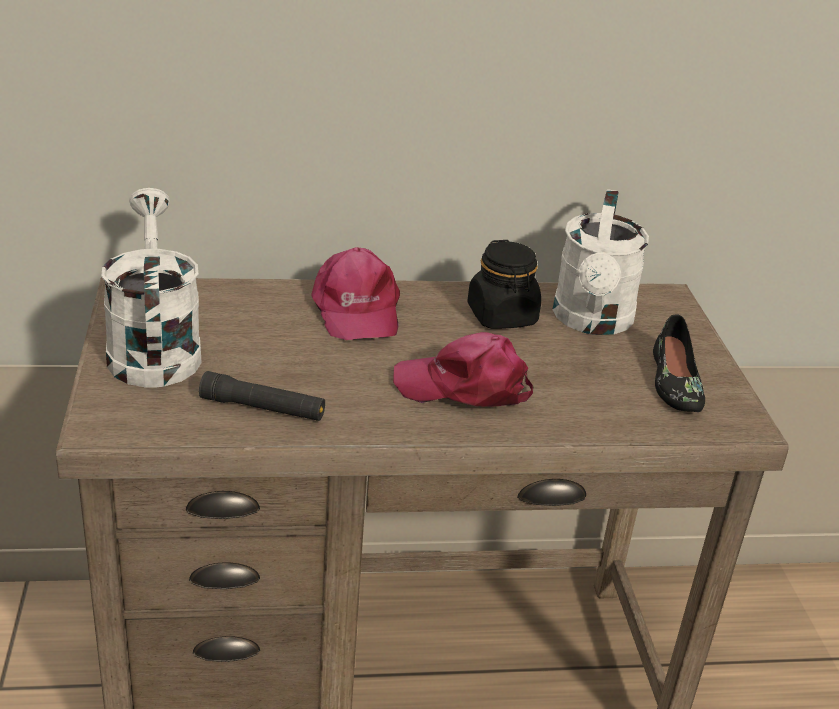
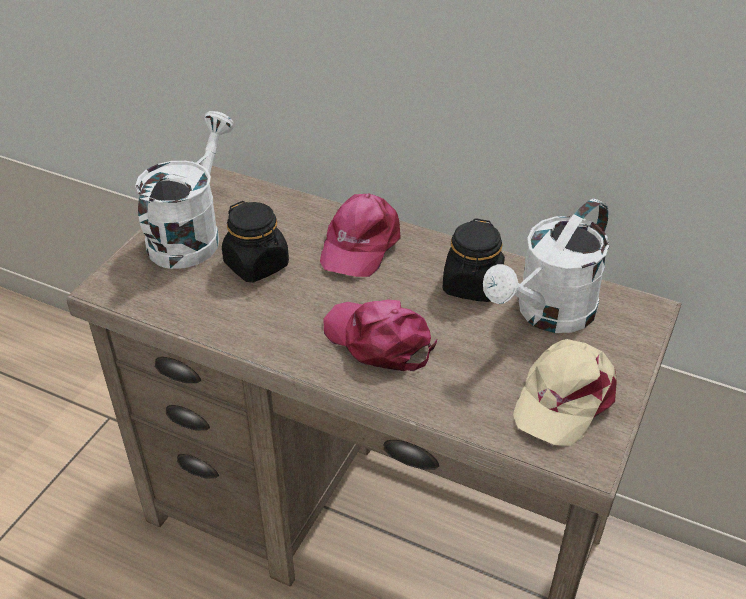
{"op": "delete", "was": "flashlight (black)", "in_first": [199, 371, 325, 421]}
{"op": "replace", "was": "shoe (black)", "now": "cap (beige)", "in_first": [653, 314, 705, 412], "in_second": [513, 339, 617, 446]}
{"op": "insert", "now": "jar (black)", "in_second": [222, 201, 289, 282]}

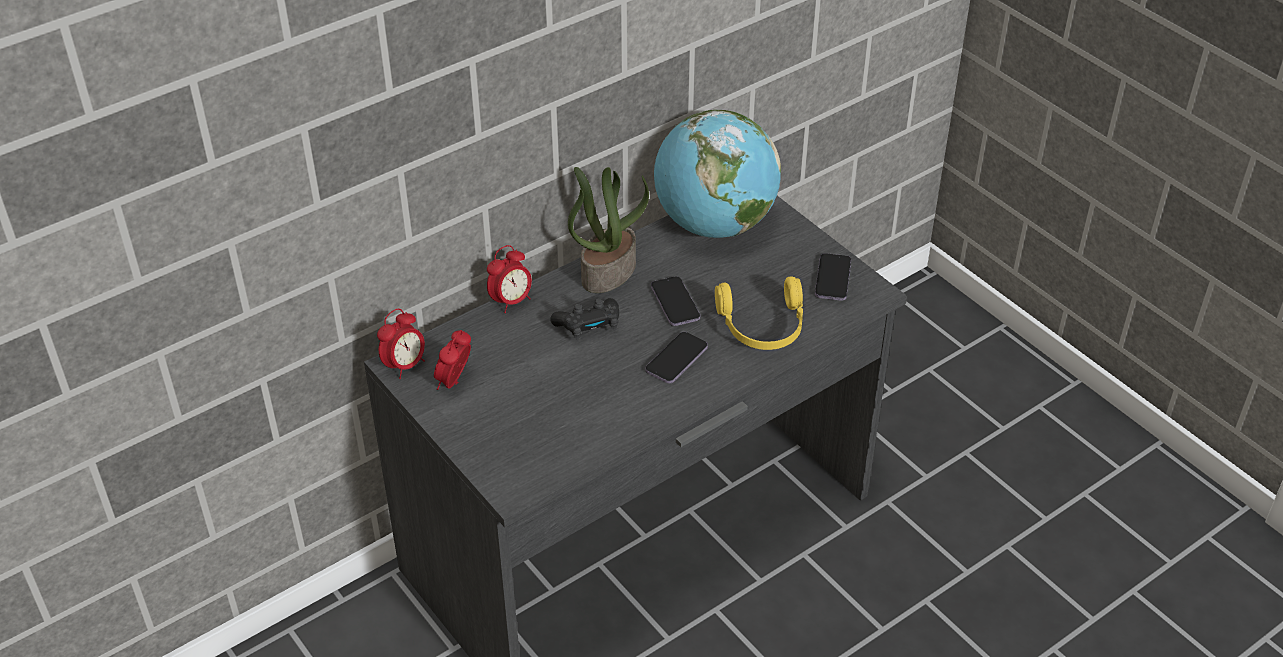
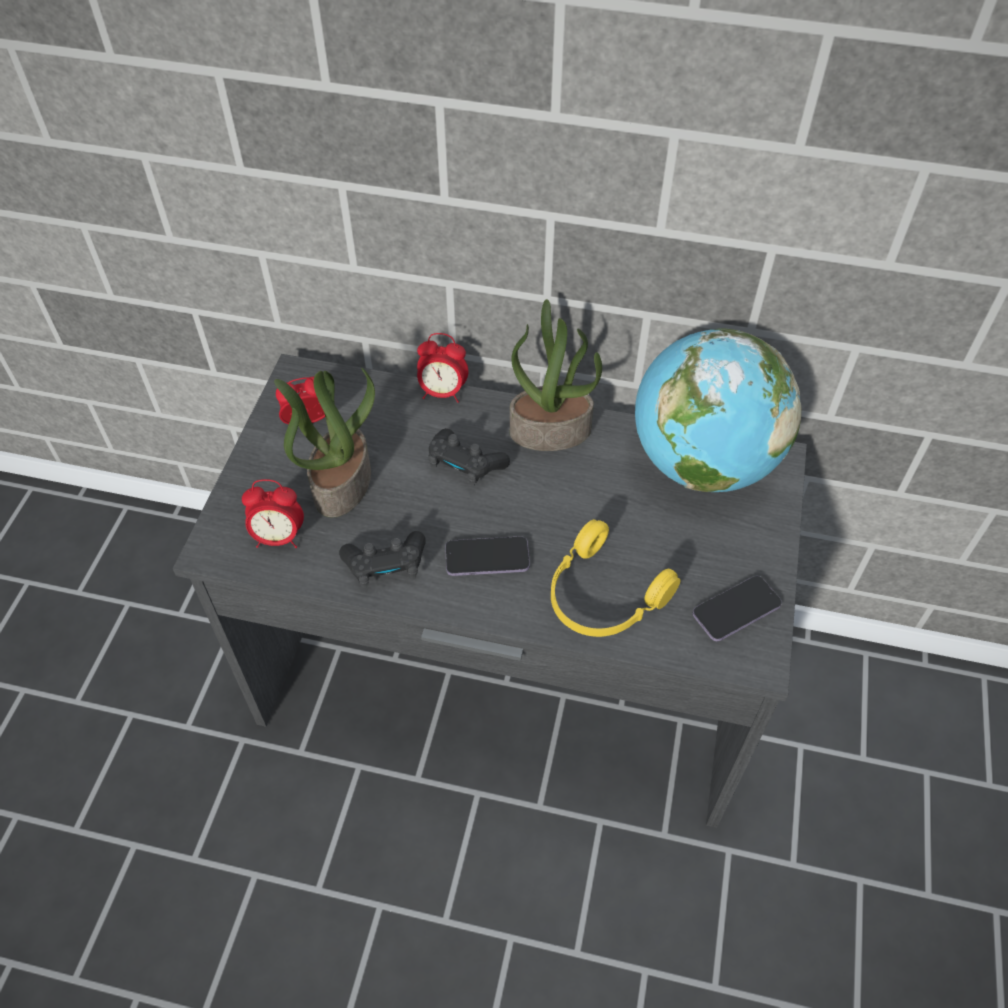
{"op": "move", "was": "alarm clock", "in_first": [377, 308, 425, 379], "in_second": [242, 479, 304, 548]}
{"op": "delete", "was": "phone", "in_first": [651, 276, 700, 326]}
{"op": "insert", "now": "potted plant", "in_second": [274, 368, 375, 518]}
{"op": "insert", "now": "game controller (black)", "in_second": [339, 531, 426, 589]}

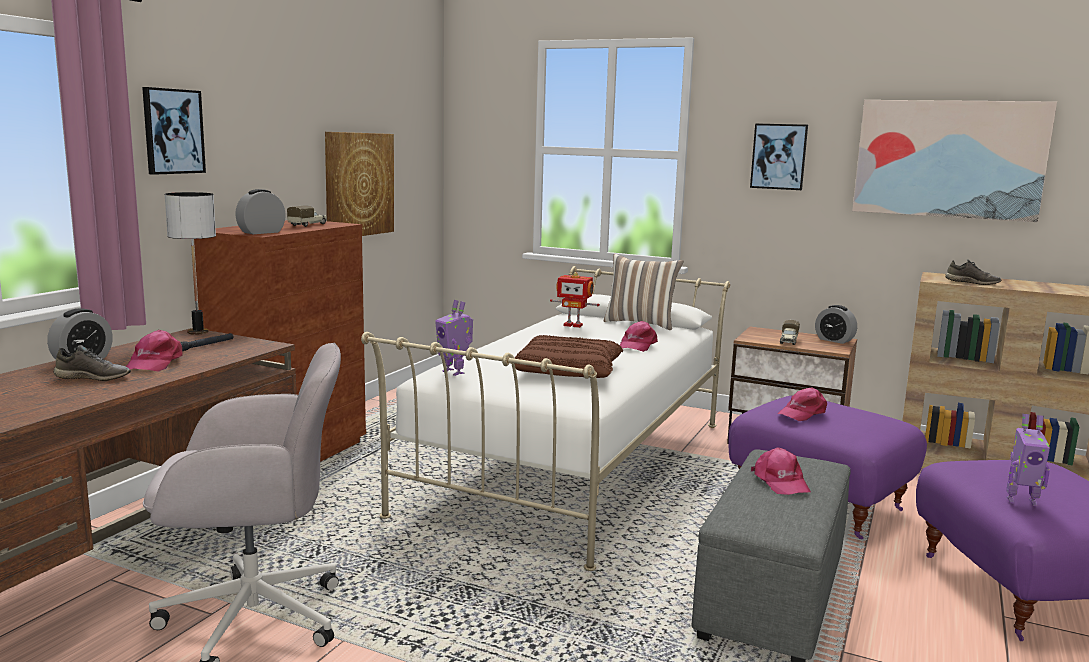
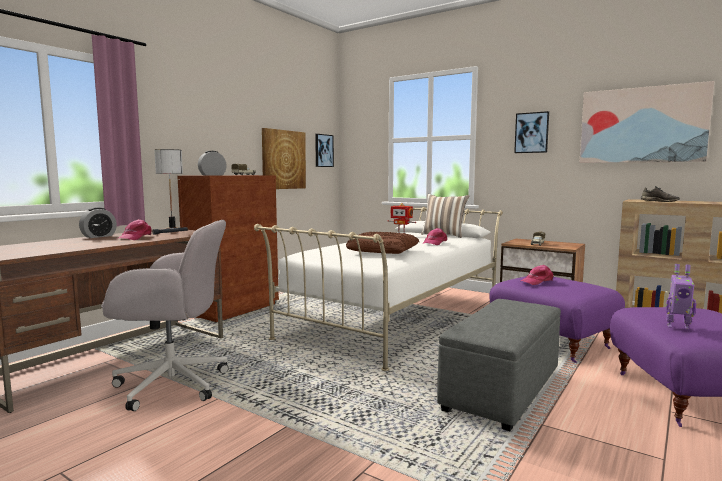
{"op": "delete", "was": "shoe (grey)", "in_first": [54, 345, 131, 381]}
{"op": "move", "was": "picture", "in_first": [142, 87, 206, 175], "in_second": [315, 134, 334, 167]}
{"op": "delete", "was": "toy robot", "in_first": [435, 300, 473, 376]}
{"op": "delete", "was": "cap (pink)", "in_first": [751, 447, 811, 495]}
{"op": "delete", "was": "alarm clock", "in_first": [815, 305, 857, 344]}

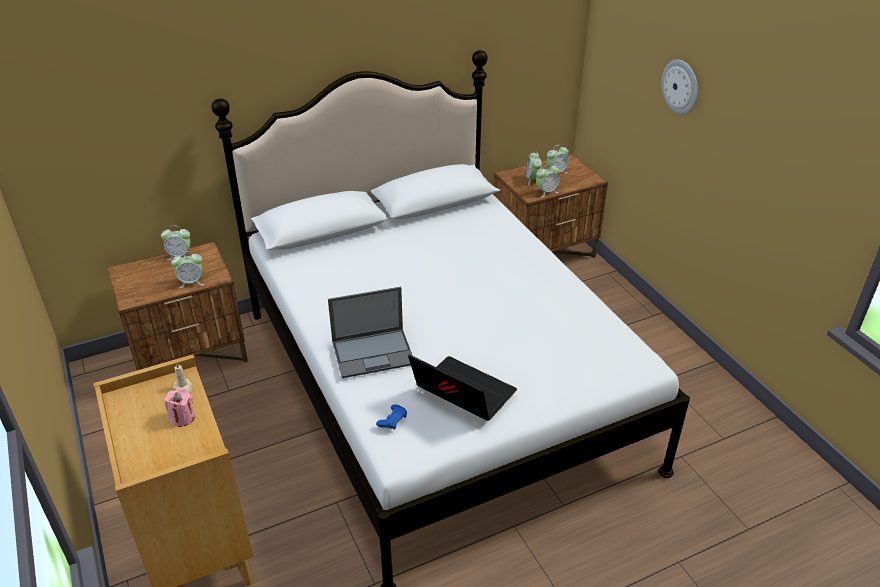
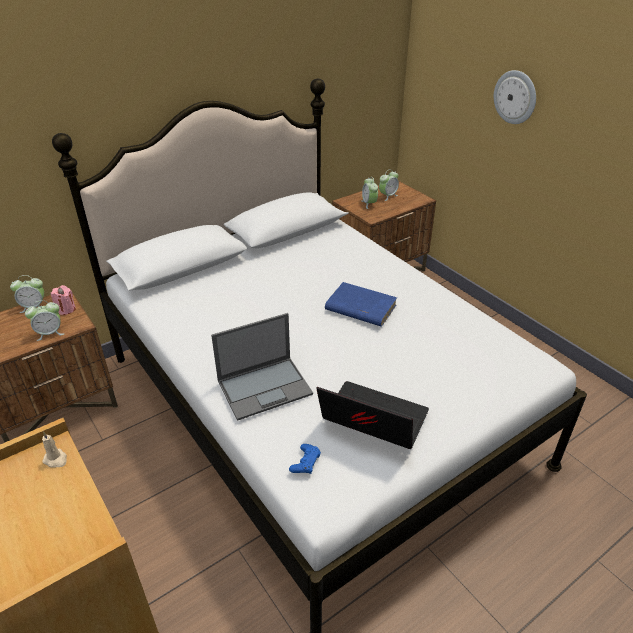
{"op": "move", "was": "candle (pink)", "in_first": [165, 388, 195, 427], "in_second": [51, 285, 76, 315]}
{"op": "delete", "was": "alarm clock", "in_first": [536, 164, 560, 198]}
{"op": "insert", "now": "book (blue)", "in_second": [325, 282, 397, 327]}

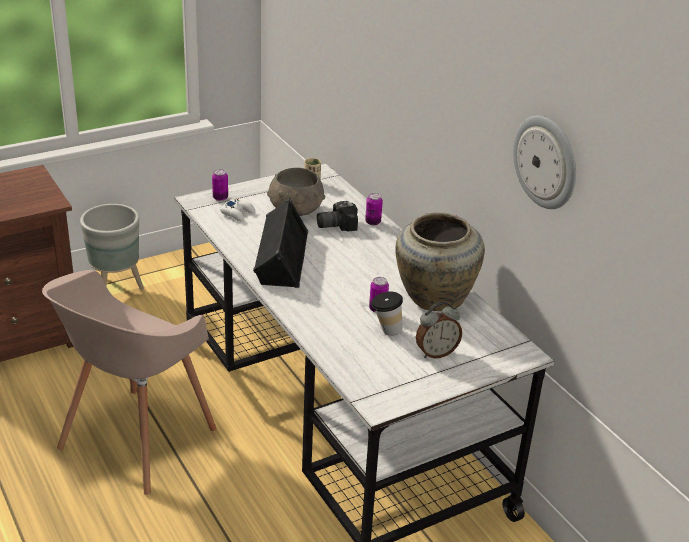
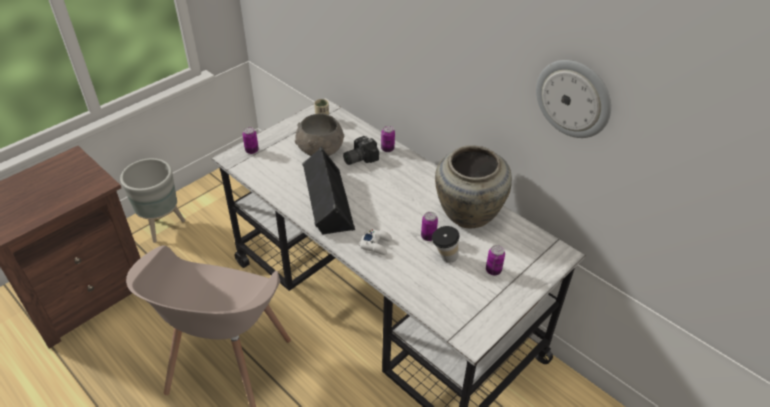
{"op": "move", "was": "game controller (white)", "in_first": [220, 199, 255, 222], "in_second": [359, 229, 392, 255]}
{"op": "replace", "was": "alarm clock", "now": "can", "in_first": [416, 302, 462, 359], "in_second": [486, 245, 505, 276]}

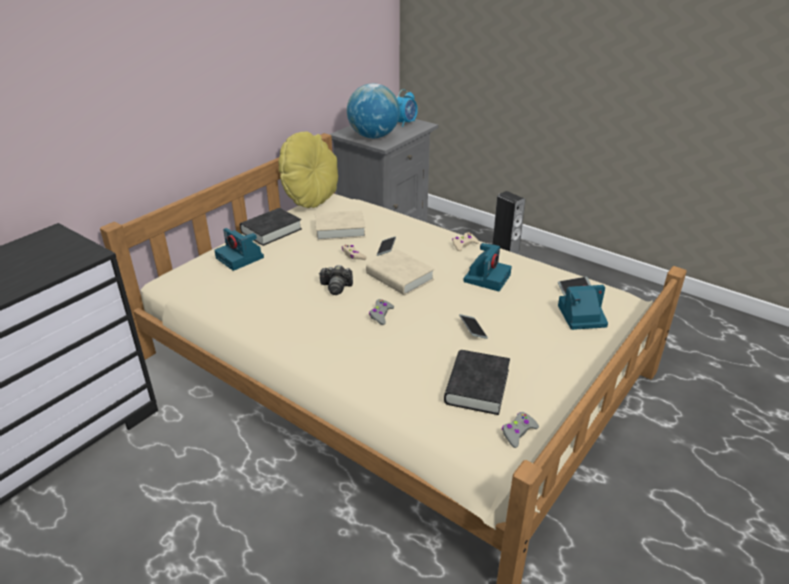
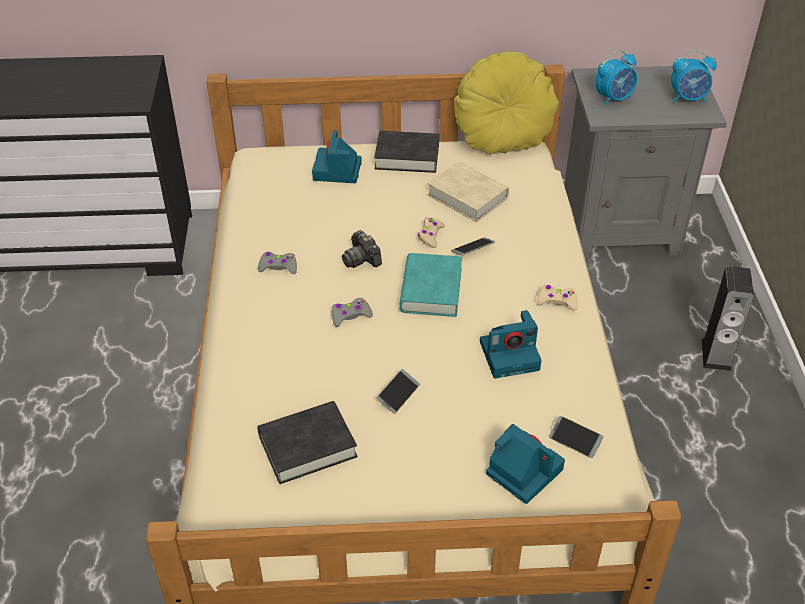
{"op": "replace", "was": "globe", "now": "alarm clock", "in_first": [347, 83, 400, 138], "in_second": [595, 50, 637, 106]}
{"op": "recolor", "was": "book (beige)", "now": "book (turquoise)", "in_first": [366, 249, 434, 295], "in_second": [399, 253, 462, 317]}
{"op": "move", "was": "game controller (grey)", "in_first": [502, 412, 539, 448], "in_second": [258, 252, 297, 274]}

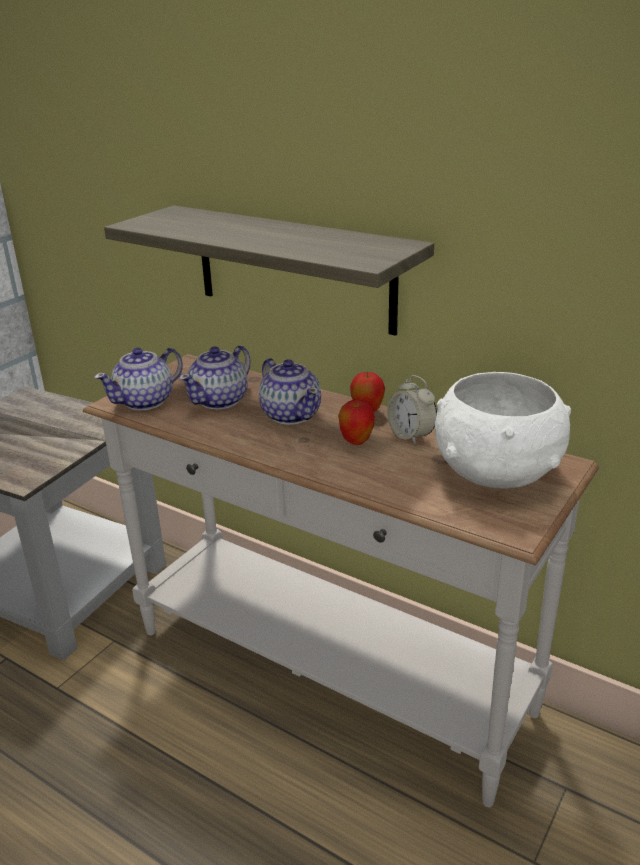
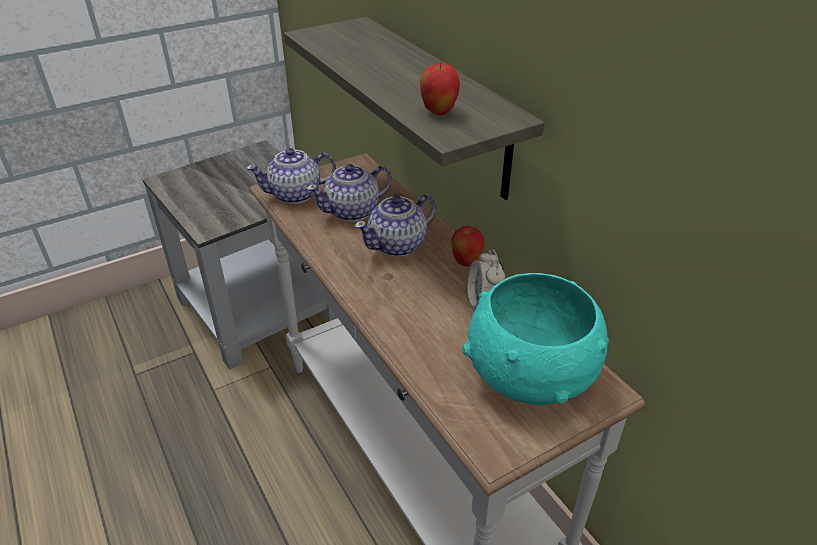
{"op": "rotate", "was": "teapot", "in_first": [259, 358, 321, 425], "in_second": [355, 194, 437, 257], "clockwise": 60}
{"op": "move", "was": "apple", "in_first": [338, 400, 375, 445], "in_second": [420, 63, 460, 115]}
{"op": "recolor", "was": "bowl (white)", "now": "bowl (turquoise)", "in_first": [435, 372, 571, 489], "in_second": [462, 273, 609, 405]}

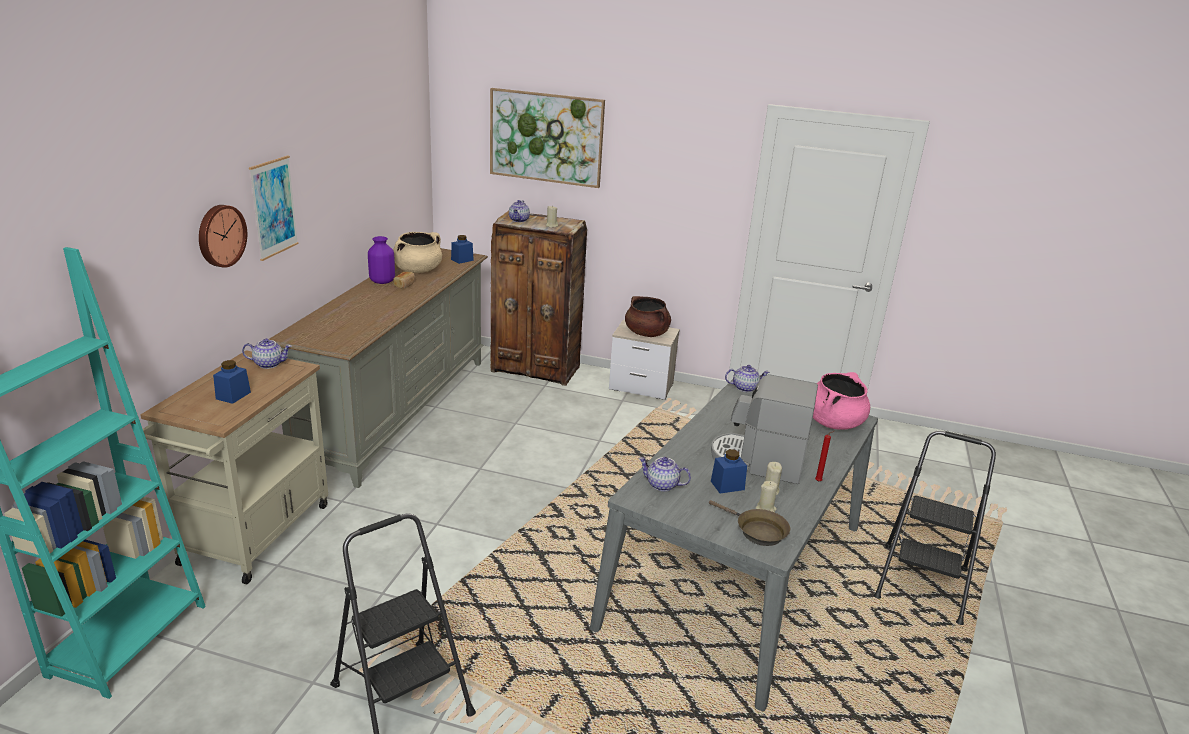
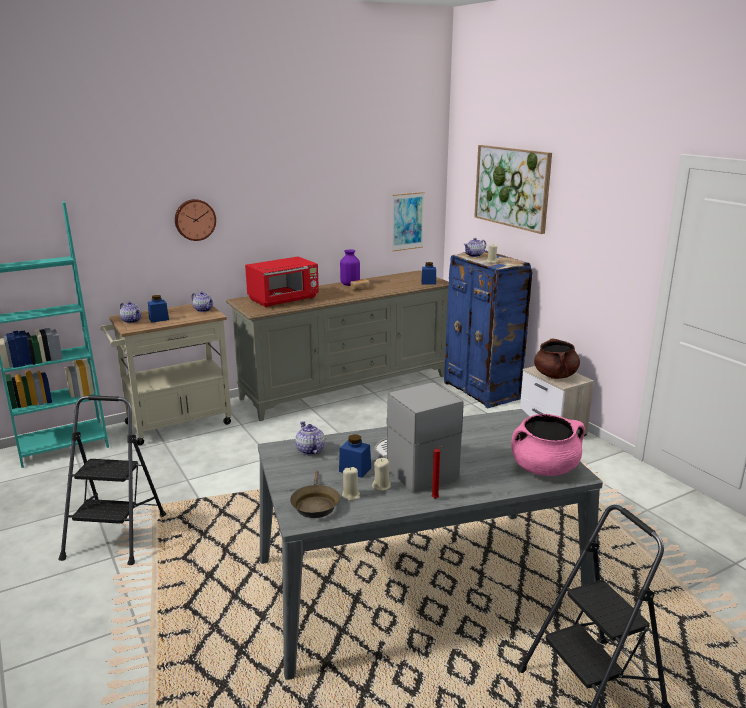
{"op": "move", "was": "picture", "in_first": [249, 155, 299, 261], "in_second": [392, 192, 424, 252]}
{"op": "delete", "was": "cooking pot (beige)", "in_first": [393, 232, 442, 273]}
{"op": "recolor", "was": "cabinet (brown)", "now": "cabinet (blue)", "in_first": [490, 211, 587, 386], "in_second": [444, 250, 532, 408]}
{"op": "move", "was": "teapot", "in_first": [725, 365, 770, 392], "in_second": [120, 302, 142, 323]}
{"op": "insert", "now": "microwave (red)", "in_second": [245, 257, 319, 307]}

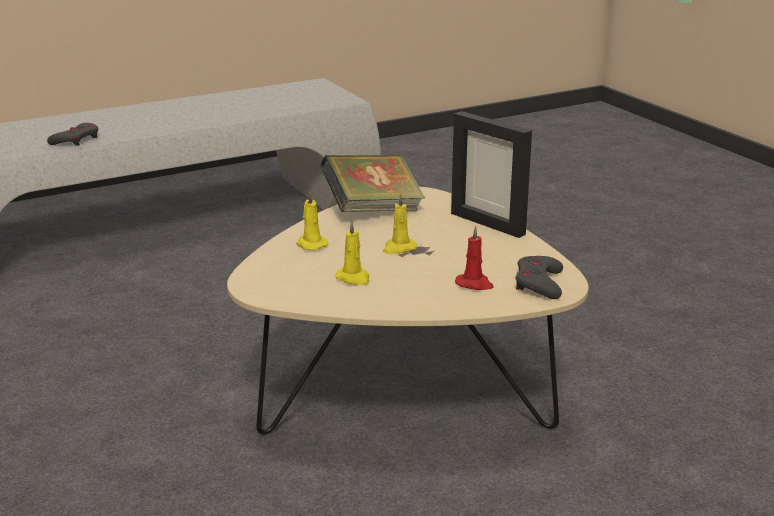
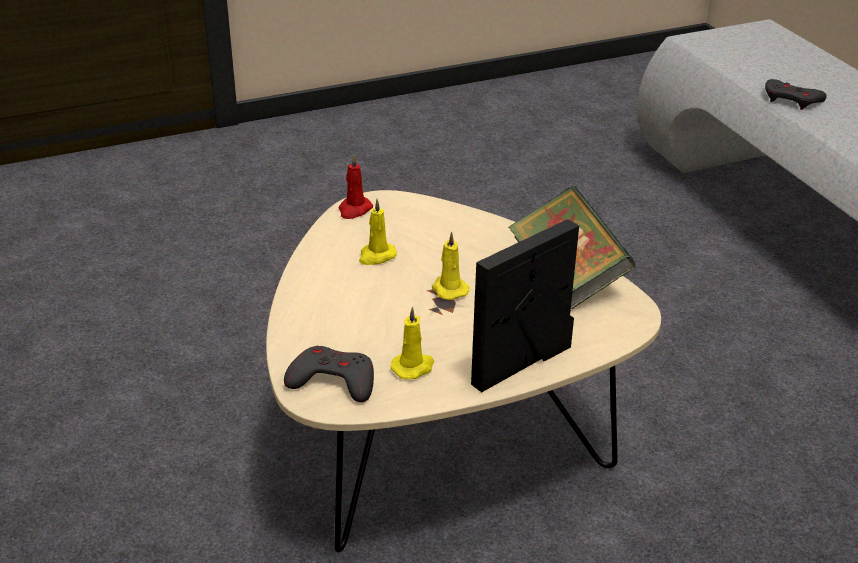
{"op": "move", "was": "candle (yellow)", "in_first": [296, 191, 328, 250], "in_second": [391, 307, 434, 380]}
{"op": "move", "was": "candle (red)", "in_first": [455, 226, 494, 290], "in_second": [339, 155, 373, 219]}

